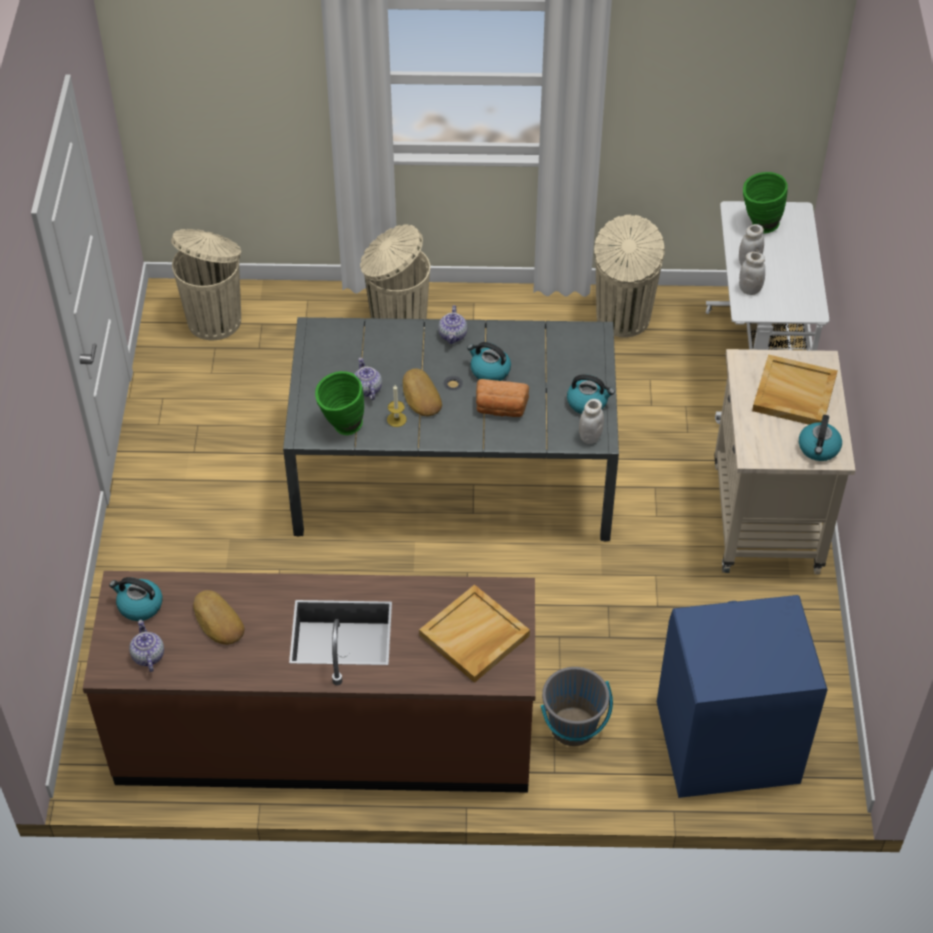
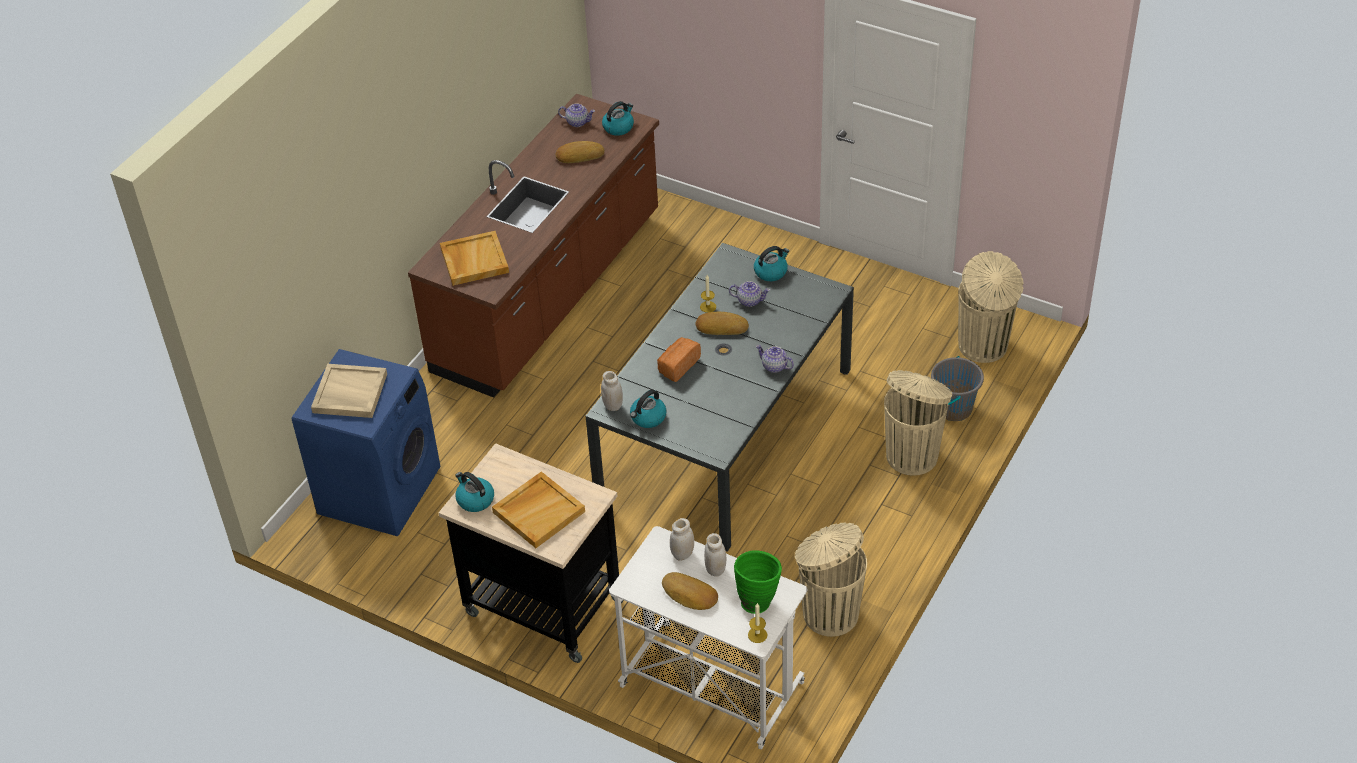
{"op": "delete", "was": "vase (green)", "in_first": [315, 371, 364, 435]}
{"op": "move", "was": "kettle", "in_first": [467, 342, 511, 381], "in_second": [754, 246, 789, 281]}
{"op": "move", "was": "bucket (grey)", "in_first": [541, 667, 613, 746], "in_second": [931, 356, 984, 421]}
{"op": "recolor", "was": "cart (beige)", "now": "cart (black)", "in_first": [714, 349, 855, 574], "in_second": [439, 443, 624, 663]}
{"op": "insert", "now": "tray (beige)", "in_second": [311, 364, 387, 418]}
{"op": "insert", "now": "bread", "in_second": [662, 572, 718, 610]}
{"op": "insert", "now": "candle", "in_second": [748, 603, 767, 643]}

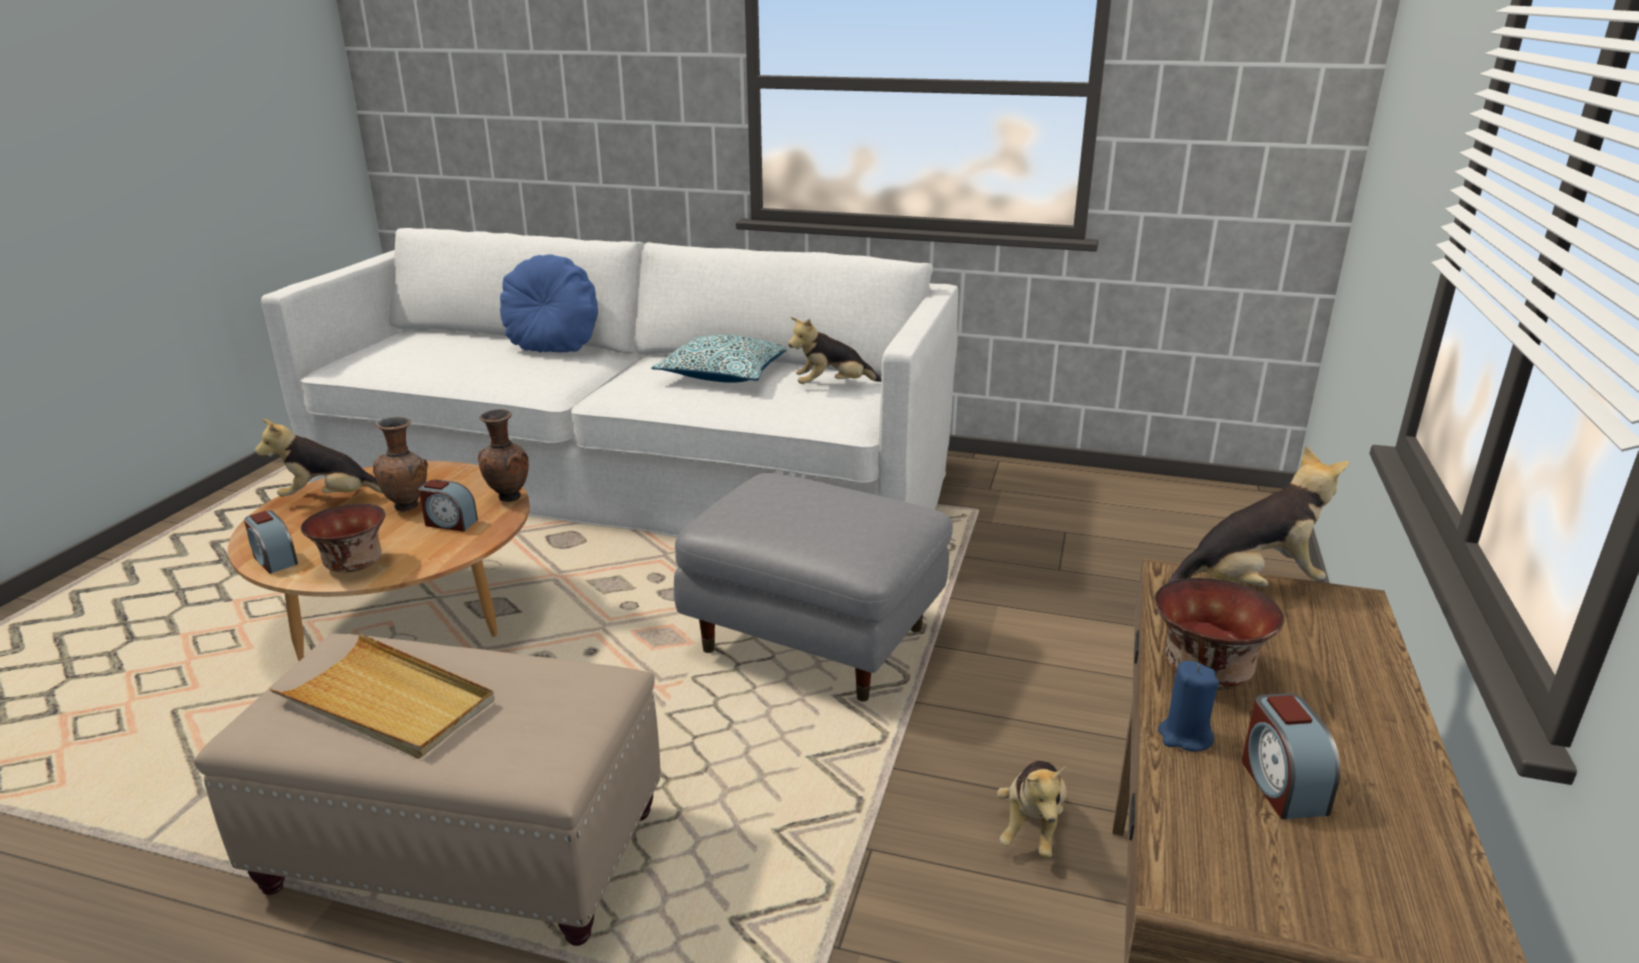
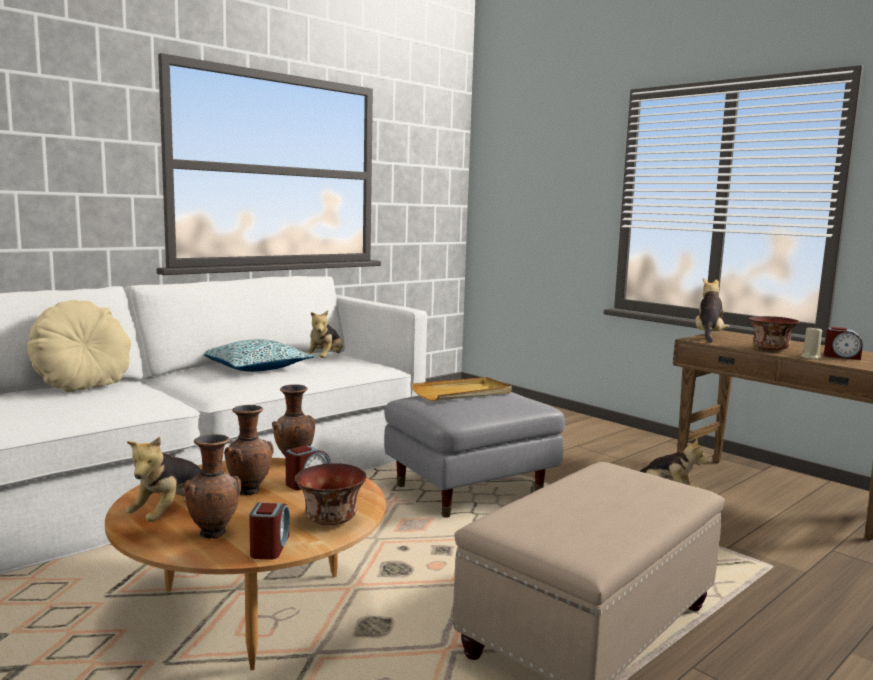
{"op": "rotate", "was": "alarm clock", "in_first": [244, 511, 298, 574], "in_second": [249, 502, 290, 560], "clockwise": -75}
{"op": "move", "was": "tray (beige)", "in_first": [270, 633, 495, 759], "in_second": [411, 377, 512, 401]}
{"op": "recolor", "was": "pillow (blue)", "now": "pillow (beige)", "in_first": [500, 254, 598, 352], "in_second": [27, 300, 131, 392]}
{"op": "recolor", "was": "candle (blue)", "now": "candle (beige)", "in_first": [1158, 661, 1219, 752], "in_second": [801, 327, 822, 360]}
{"op": "insert", "now": "vase (brown)", "in_second": [184, 434, 241, 539]}

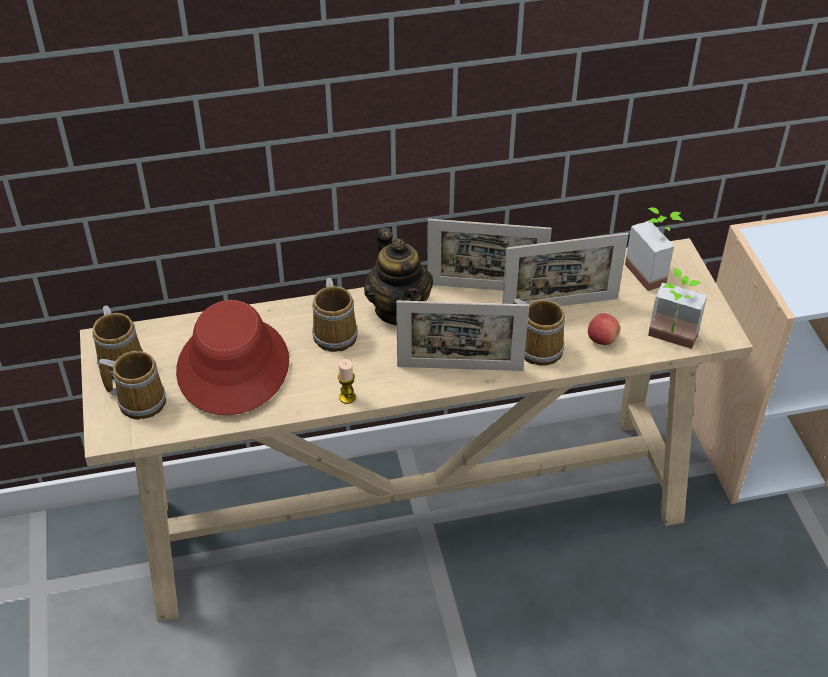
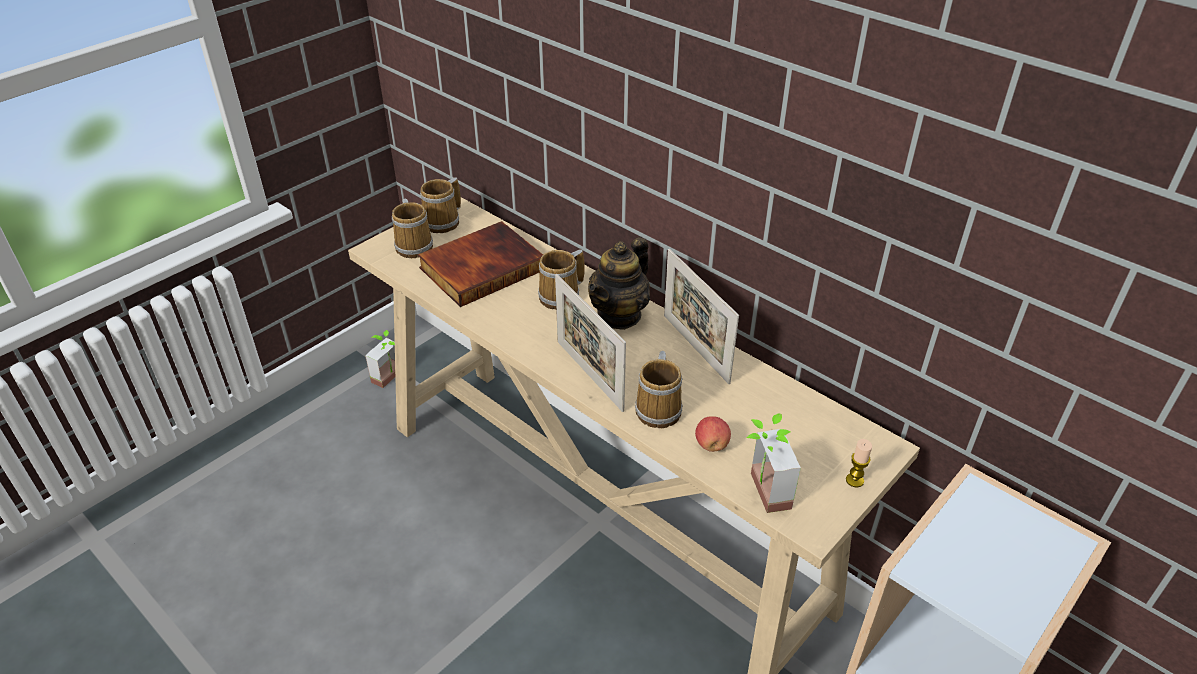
{"op": "replace", "was": "hat (red)", "now": "book", "in_first": [176, 300, 289, 415], "in_second": [418, 221, 543, 307]}
{"op": "move", "was": "candle", "in_first": [338, 359, 356, 404], "in_second": [846, 439, 872, 488]}
{"op": "delete", "was": "picture frame", "in_first": [502, 233, 628, 306]}
{"op": "move", "was": "potted plant", "in_first": [625, 208, 683, 291], "in_second": [365, 330, 395, 388]}

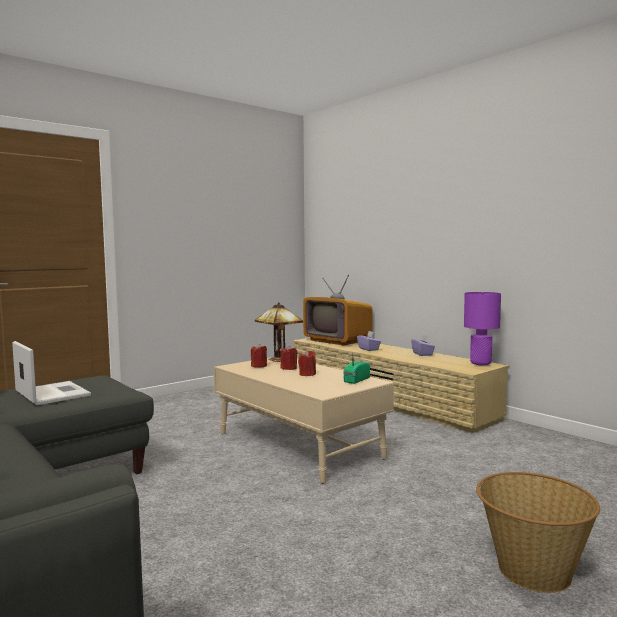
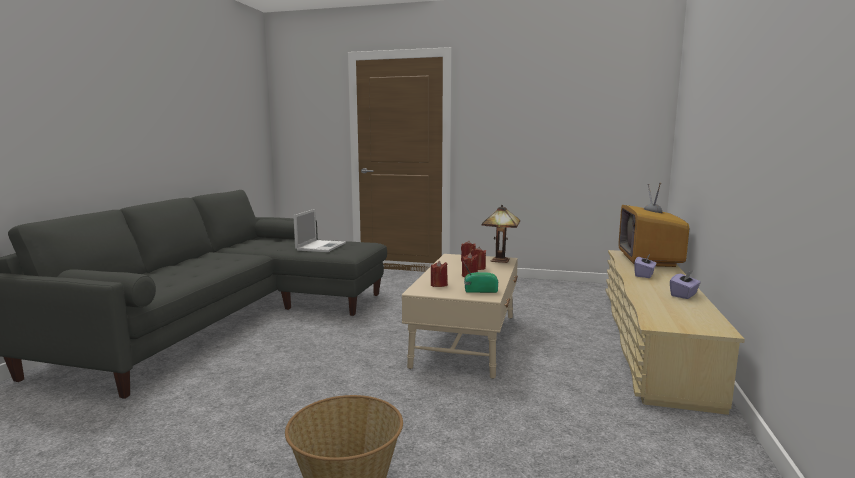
{"op": "delete", "was": "table lamp (purple)", "in_first": [464, 292, 501, 366]}
{"op": "insert", "now": "candle (red)", "in_second": [431, 260, 448, 287]}

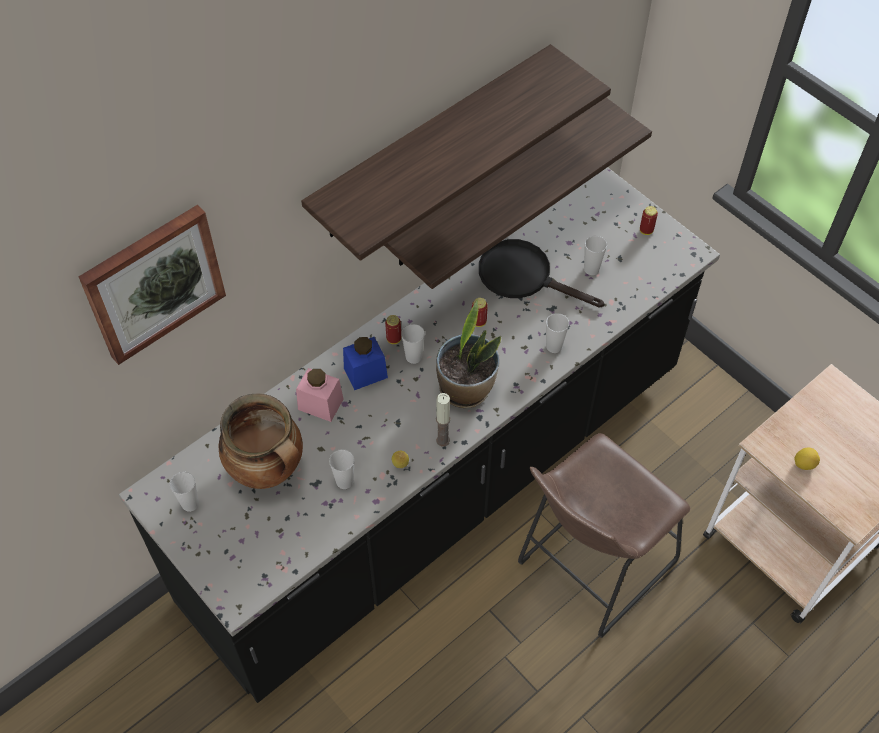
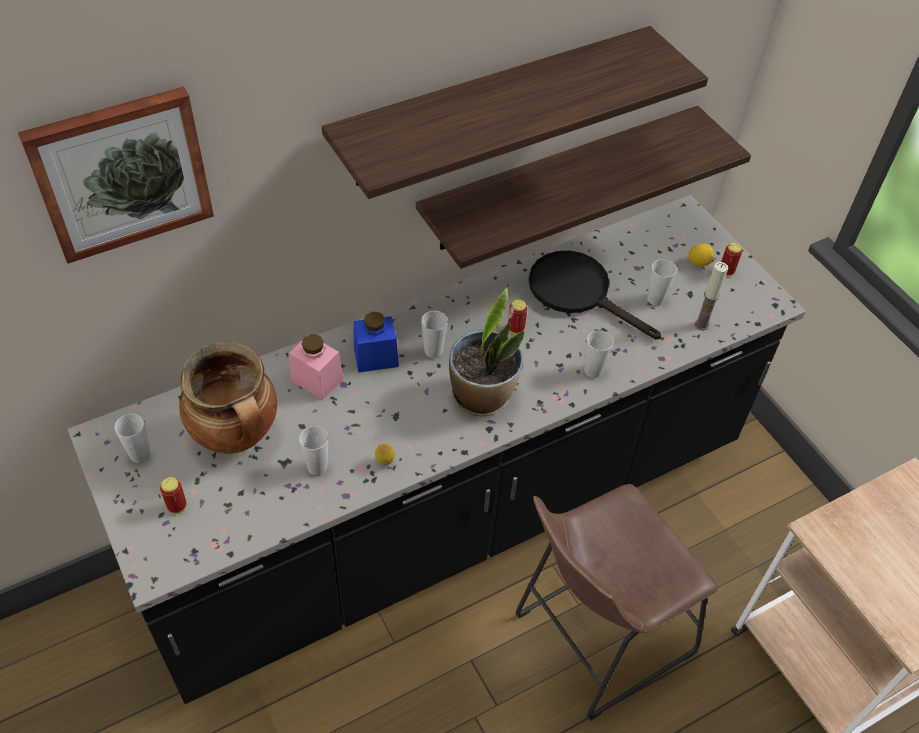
{"op": "move", "was": "can", "in_first": [385, 315, 401, 344], "in_second": [160, 477, 187, 514]}
{"op": "move", "was": "candle", "in_first": [436, 393, 451, 447], "in_second": [695, 262, 728, 330]}
{"op": "move", "was": "lemon", "in_first": [794, 448, 820, 470], "in_second": [689, 243, 714, 266]}

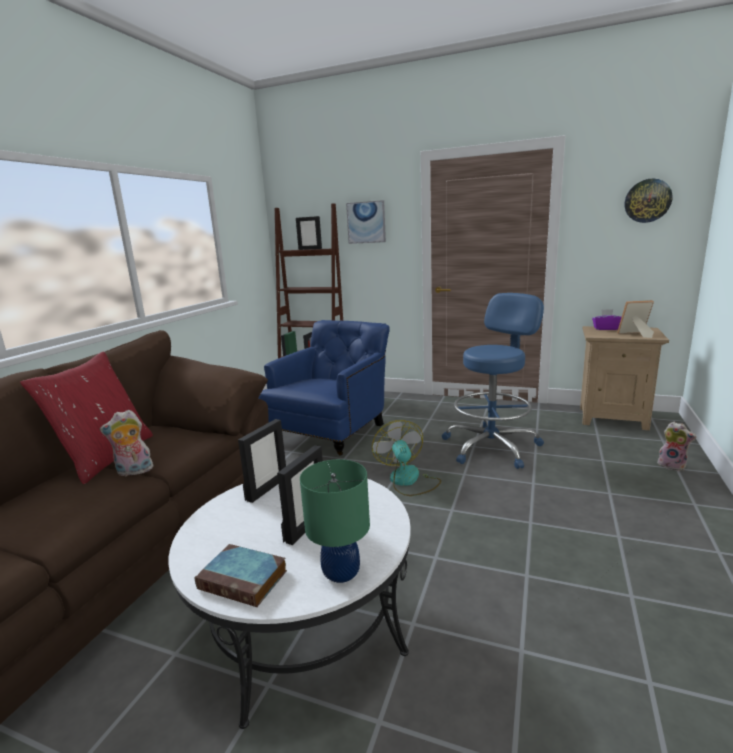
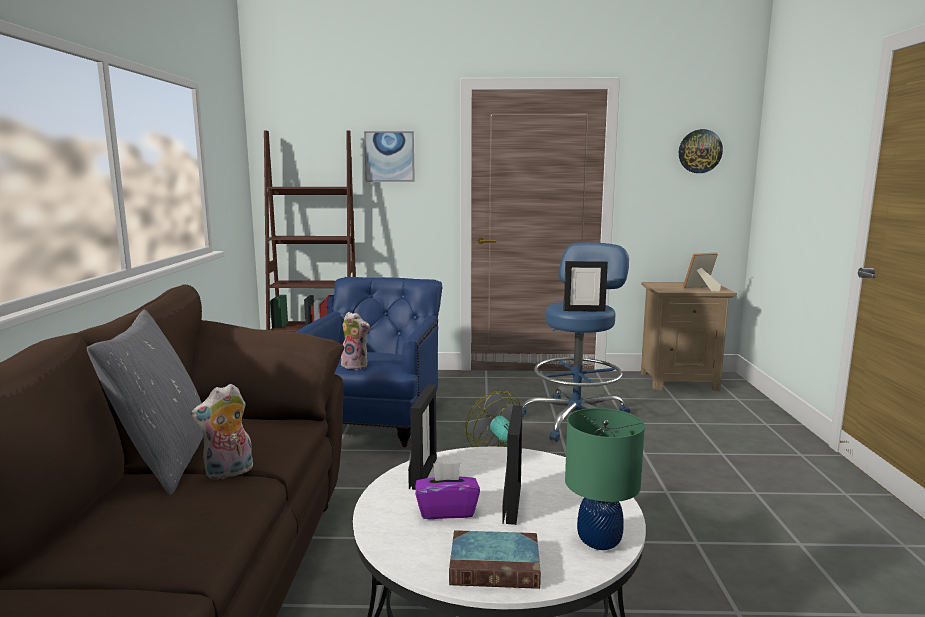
{"op": "recolor", "was": "pillow (red)", "now": "pillow (grey)", "in_first": [20, 351, 153, 484], "in_second": [87, 310, 203, 495]}
{"op": "move", "was": "picture frame", "in_first": [296, 216, 322, 250], "in_second": [563, 261, 608, 312]}
{"op": "move", "was": "tissue box (purple)", "in_first": [592, 309, 621, 330], "in_second": [415, 463, 480, 519]}
{"op": "move", "was": "plush toy", "in_first": [656, 422, 697, 471], "in_second": [341, 312, 370, 370]}

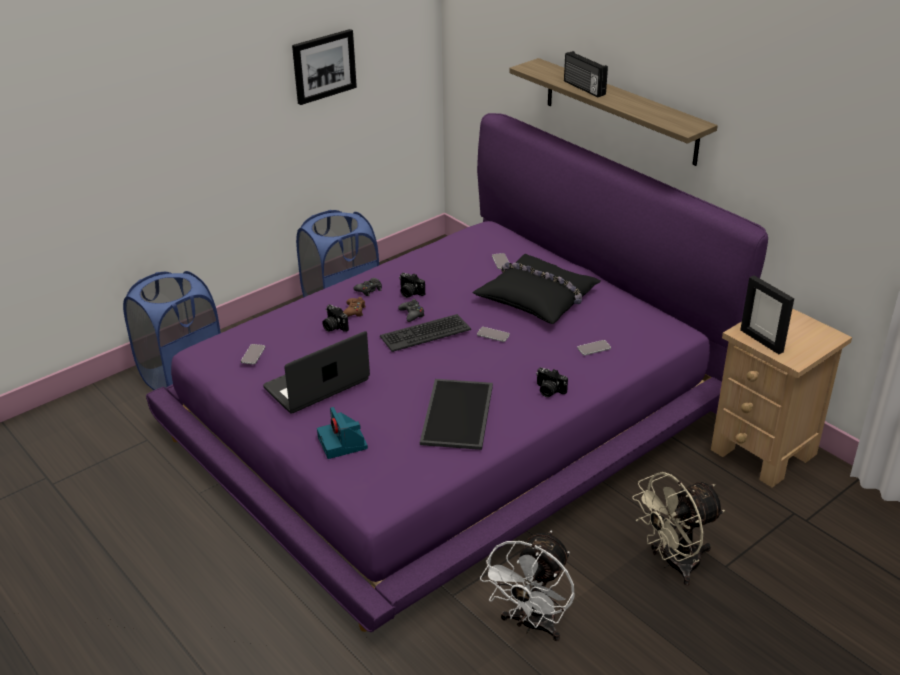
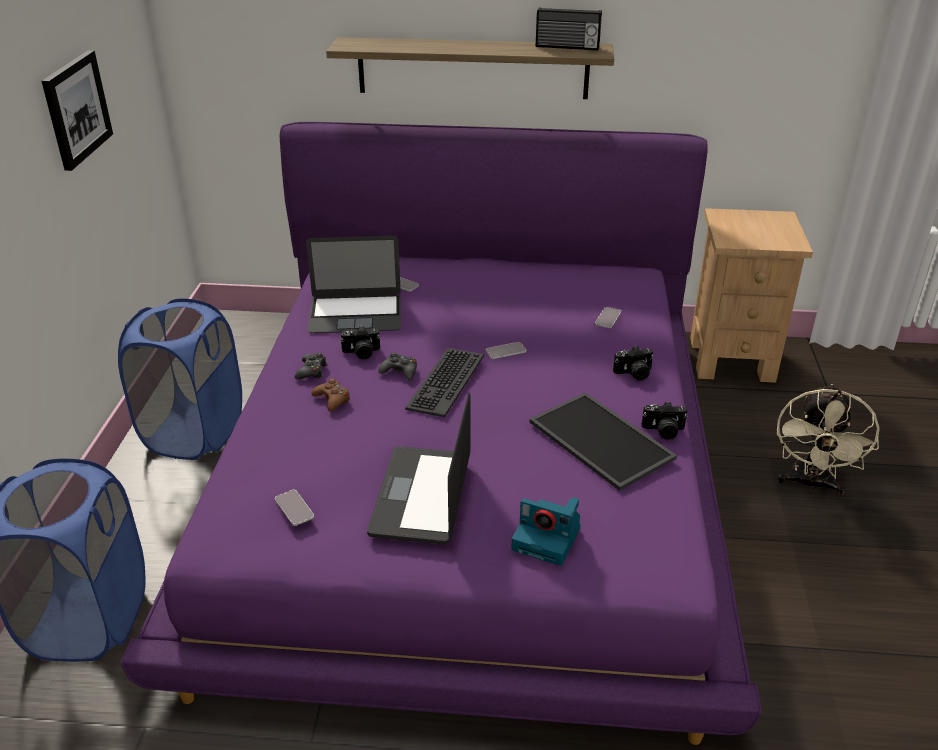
{"op": "move", "was": "photo camera", "in_first": [323, 305, 349, 332], "in_second": [642, 402, 687, 440]}
{"op": "delete", "was": "pillow (black)", "in_first": [473, 254, 601, 324]}
{"op": "delete", "was": "fan (white)", "in_first": [480, 531, 575, 641]}
{"op": "move", "was": "radio", "in_first": [564, 51, 608, 97], "in_second": [536, 7, 602, 50]}
{"op": "delete", "was": "picture frame", "in_first": [740, 275, 794, 354]}
{"op": "insert", "now": "laptop", "in_second": [306, 236, 401, 333]}

